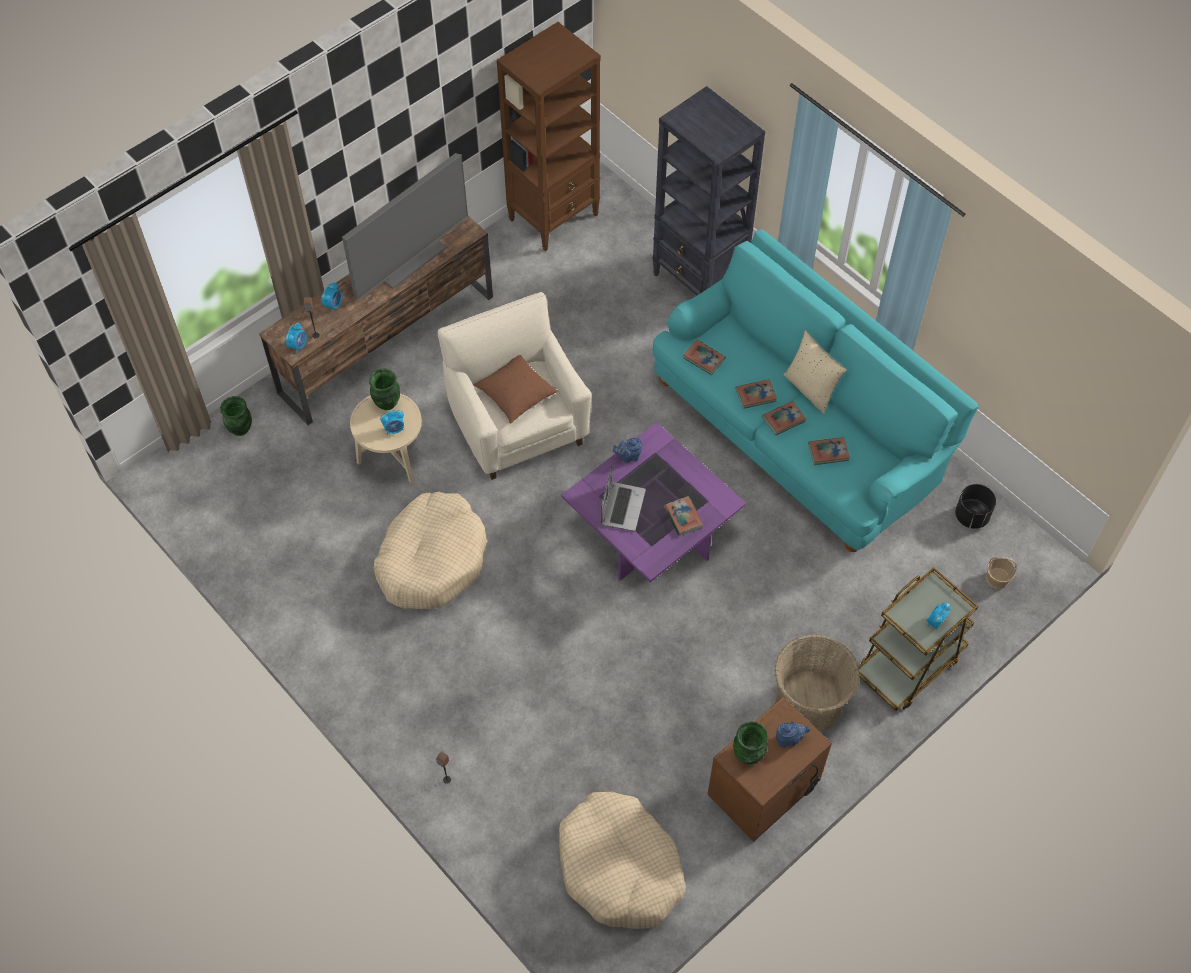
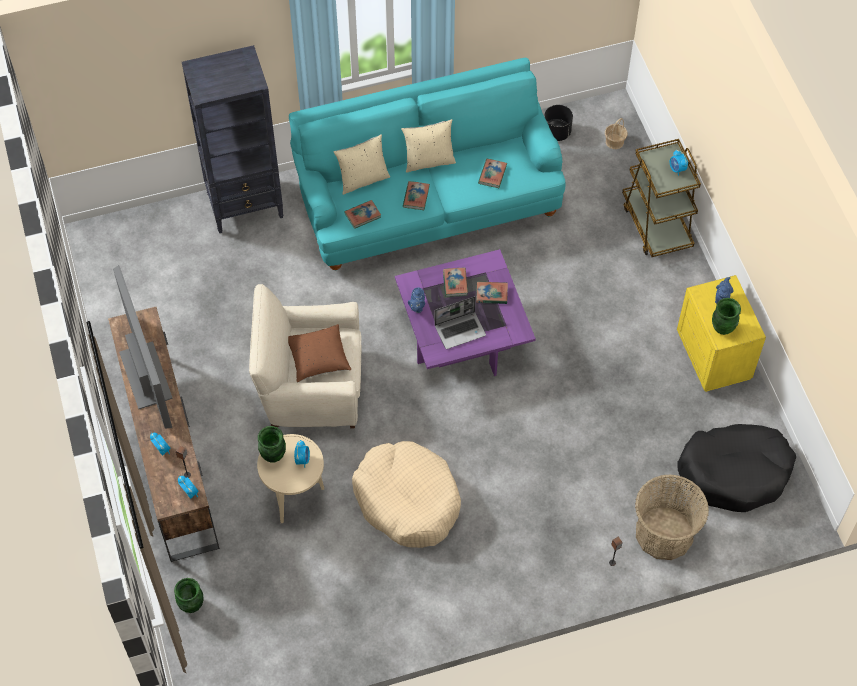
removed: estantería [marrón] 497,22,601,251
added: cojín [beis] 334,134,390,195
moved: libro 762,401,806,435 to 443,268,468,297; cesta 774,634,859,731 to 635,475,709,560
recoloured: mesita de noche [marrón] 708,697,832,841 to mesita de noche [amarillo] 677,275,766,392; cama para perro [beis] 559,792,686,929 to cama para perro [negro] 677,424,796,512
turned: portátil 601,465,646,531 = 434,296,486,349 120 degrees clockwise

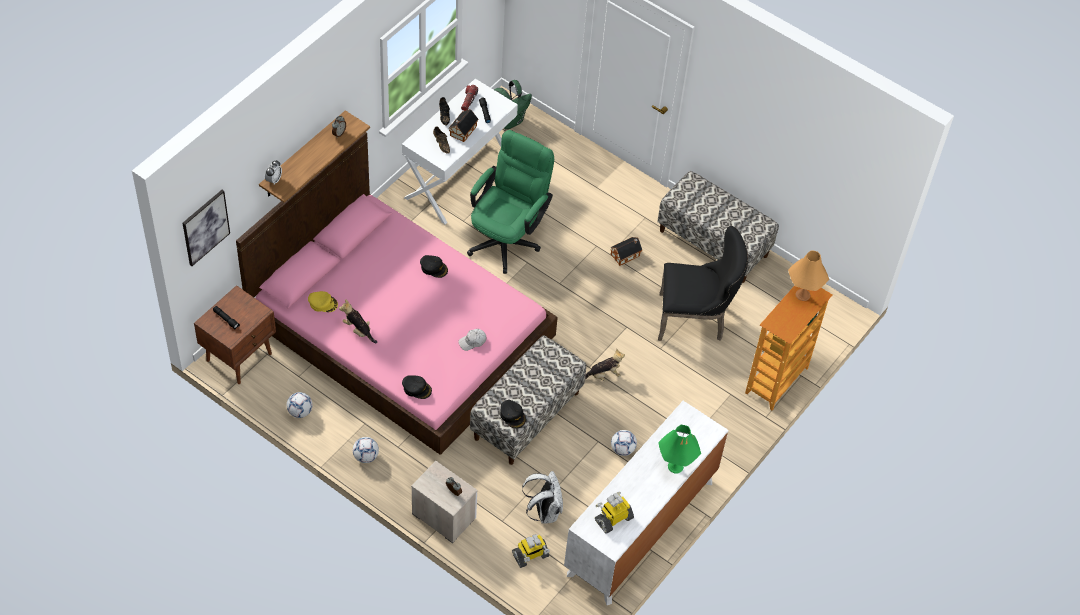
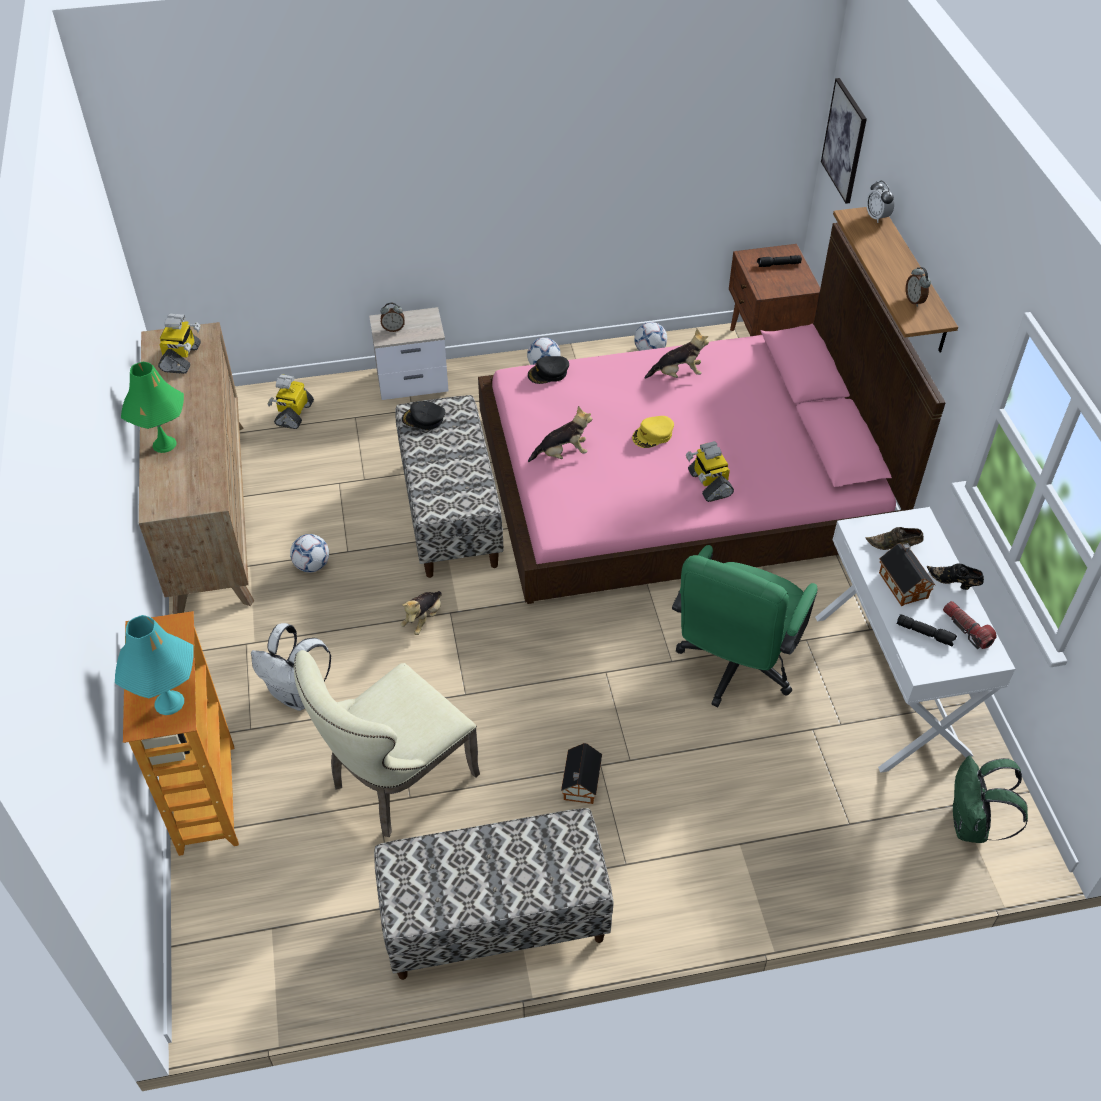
moved: mochila [blanco] 522,471,563,524 to 251,623,331,711; gorra [amarillo] 308,291,338,312 to 632,416,674,448
replaced: gorra [blanco] 458,329,486,351 to peluche 528,406,592,462; gorra [negro] 420,255,448,278 to robot de juguete 686,441,734,502
recoloured: lámpara de mesa [naranja] 788,251,829,301 to lámpara de mesa [turquesa] 115,615,194,715; cómoda [blanco] 564,401,728,605 to cómoda [marrón] 139,322,254,614; silla [negro] 658,226,748,341 to silla [beis] 294,650,480,837
turned: silla de oficina [verde] 467,130,554,274 = 672,545,817,707 45 degrees clockwise

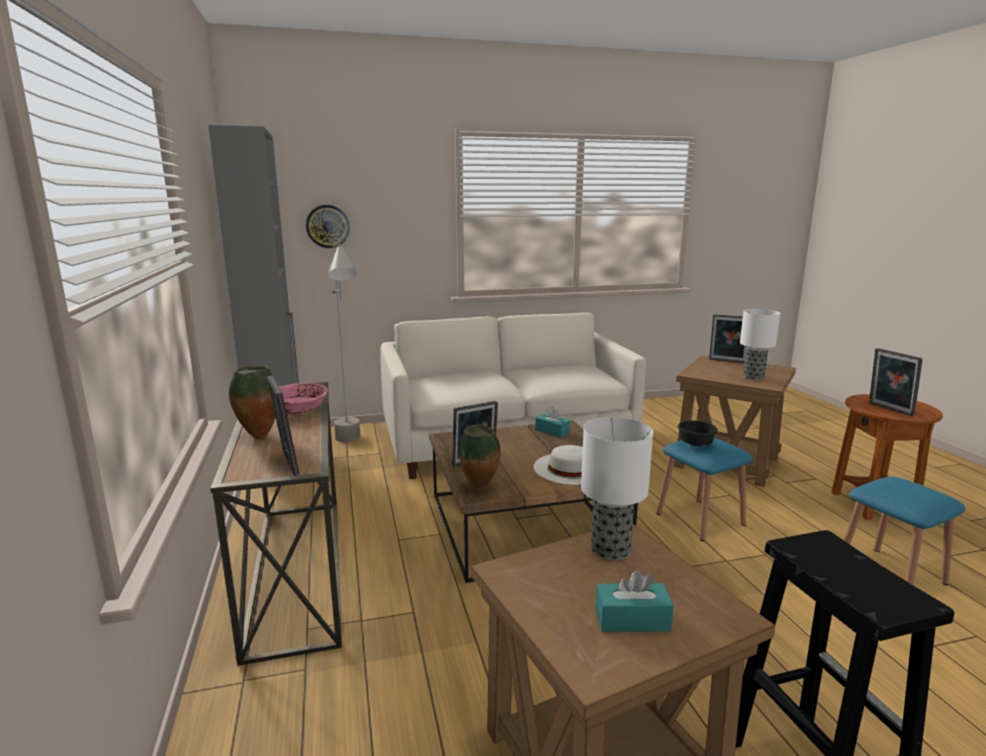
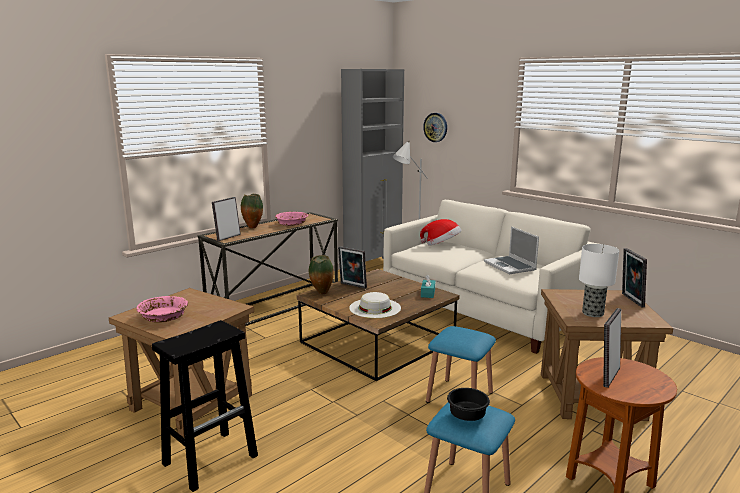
removed: lámpara de mesa 581,417,653,560
added: sombrero 420,219,461,246; portátil 484,226,539,274
moved: cuenco [negro] 678,420,718,446 to 447,388,490,421
replaced: caja de pañuelos [turquesa] 596,570,674,632 to cuenco [rosa] 136,296,188,322

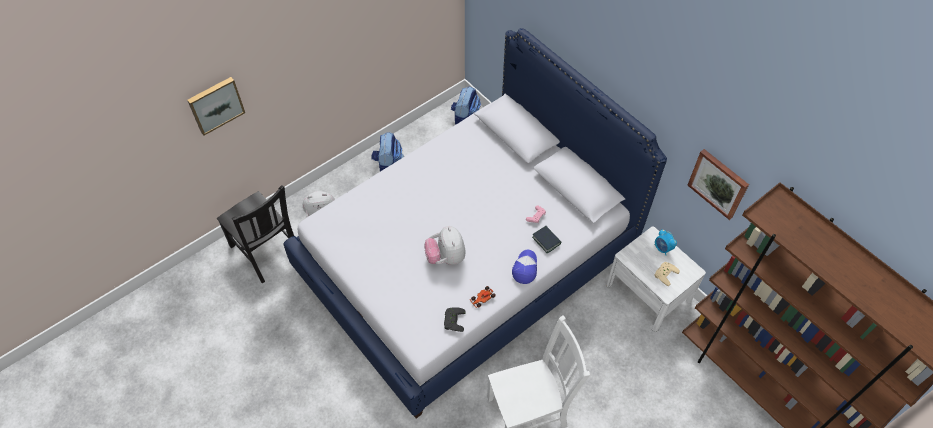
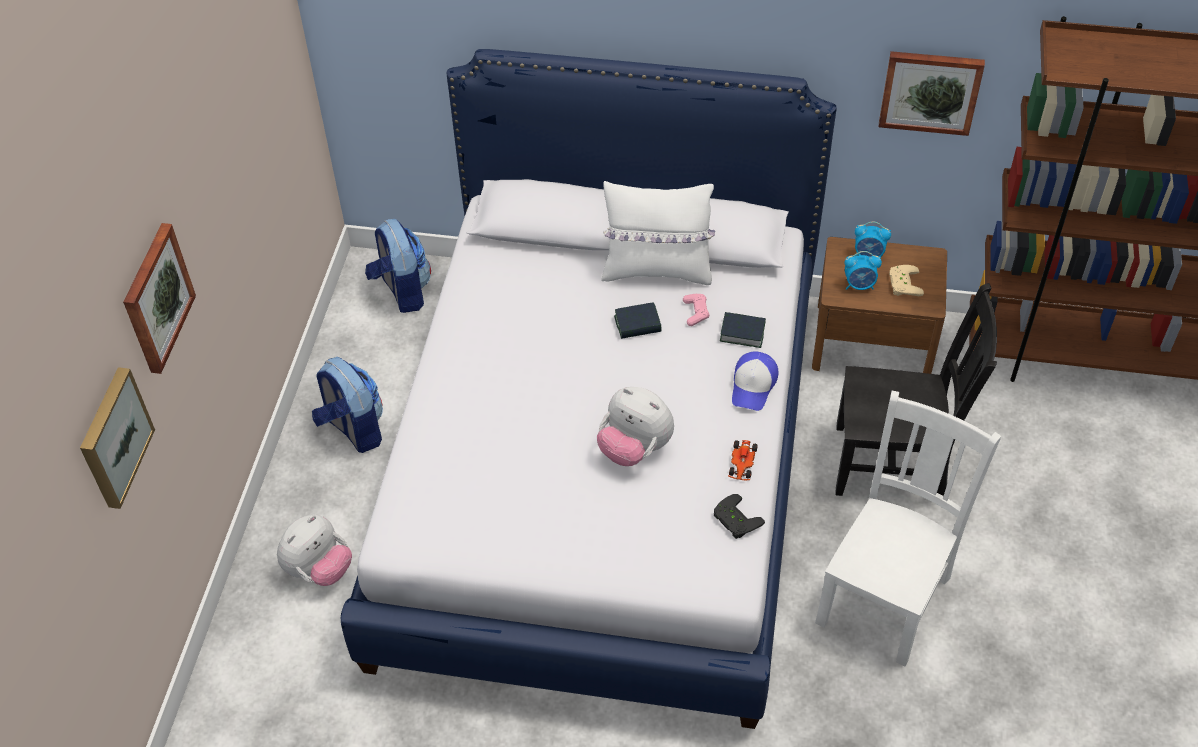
added: cuadro 123,223,196,374; cojín [blanco] 601,181,715,285; libro 614,302,662,339; despertador 844,251,882,290
moved: silla [negro] 217,185,294,283 to 836,283,997,496
recoloured: mesita de noche [blanco] 606,226,706,332 to mesita de noche [marrón] 812,237,947,374
turned: gorra 512,250,537,284 = 732,351,779,411 135 degrees counterclockwise

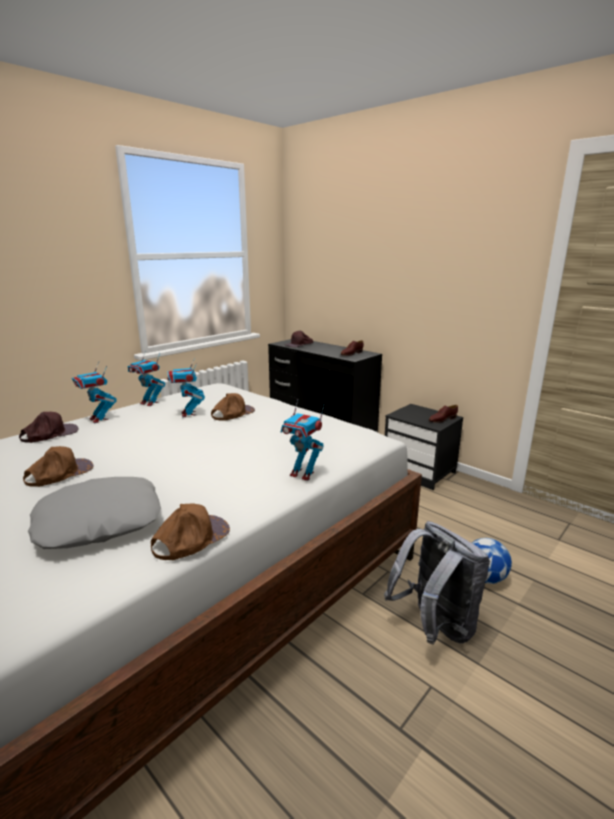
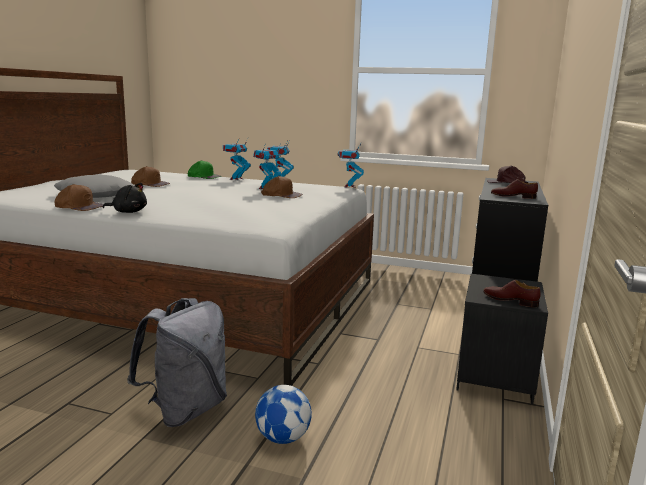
added: peluche [negro] 103,183,147,213
moved: robot de juguete 281,400,324,481 to 337,144,364,188
recoloured: gorra [marrón] 19,412,79,443 to gorra [verde] 188,161,222,179

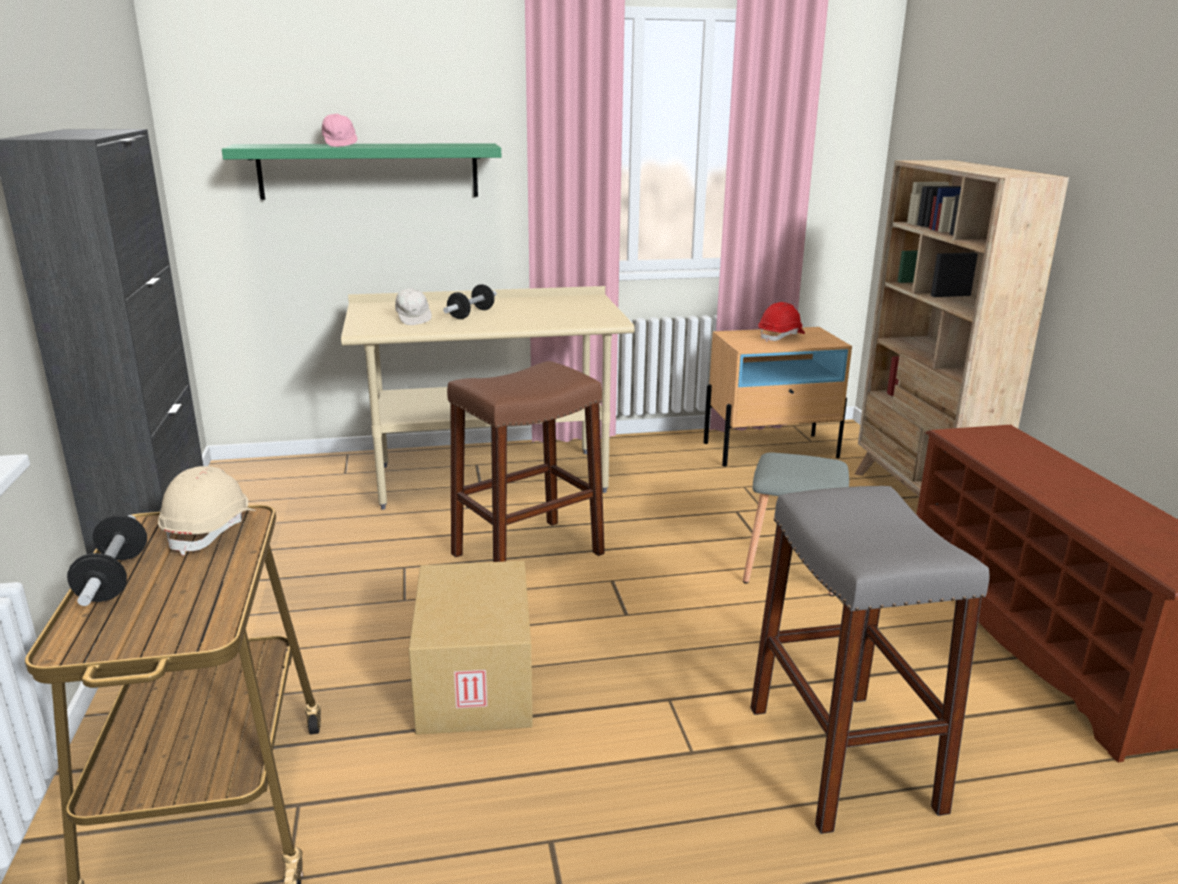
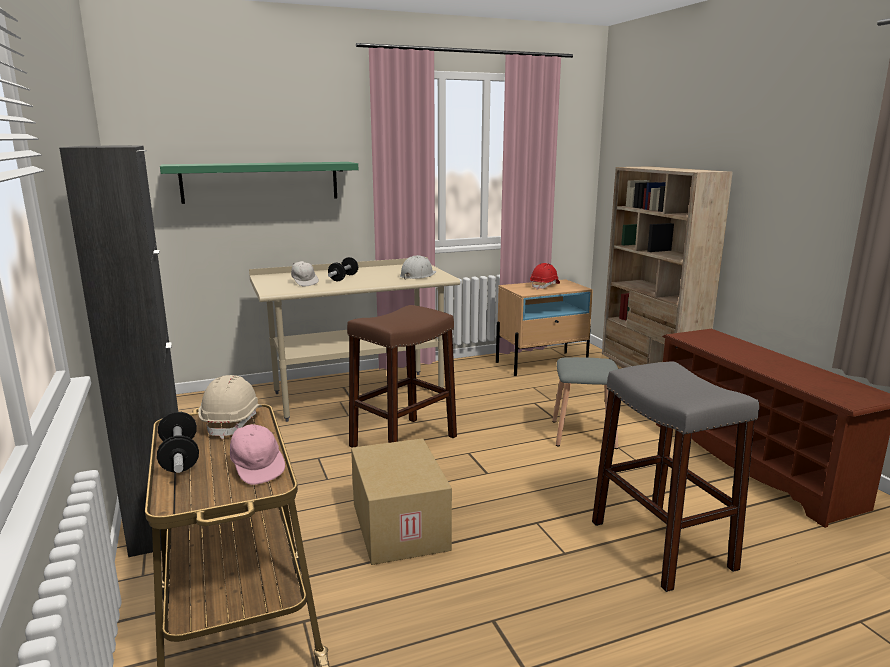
added: casco [blanco] 400,255,436,279
moved: gorra [rosa] 322,114,357,147 to 230,423,285,485

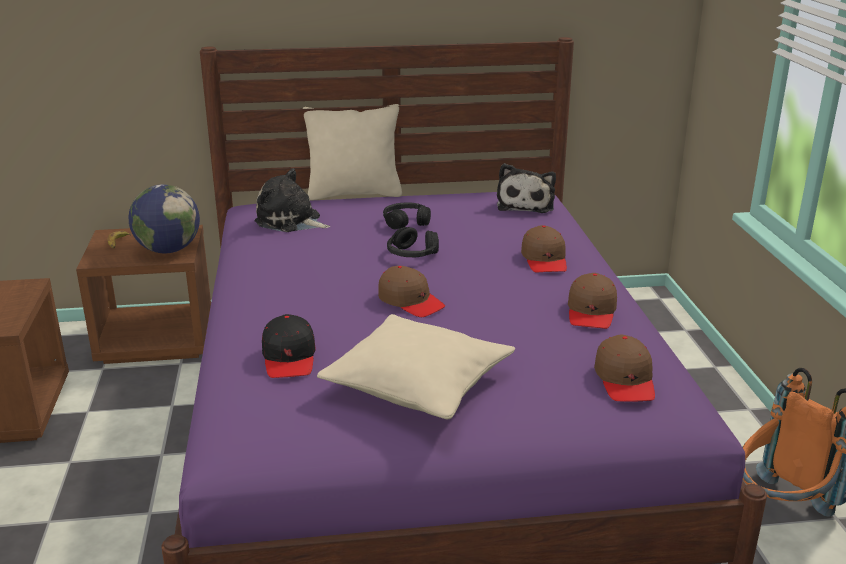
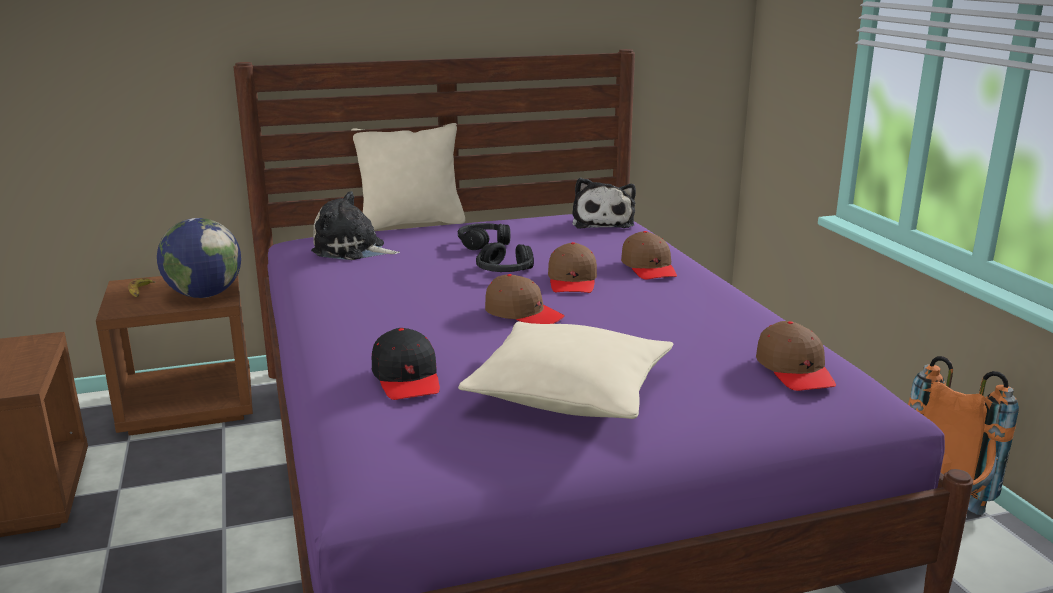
moved: gorra [marrón] 568,273,617,329 to 548,242,597,293

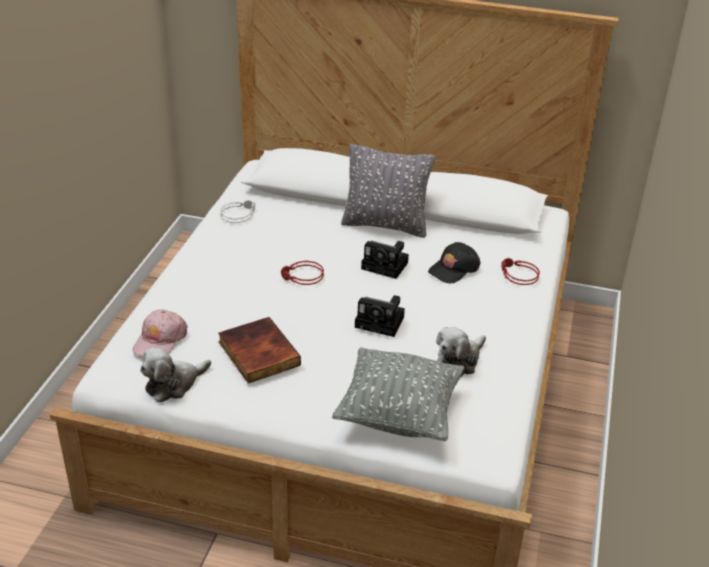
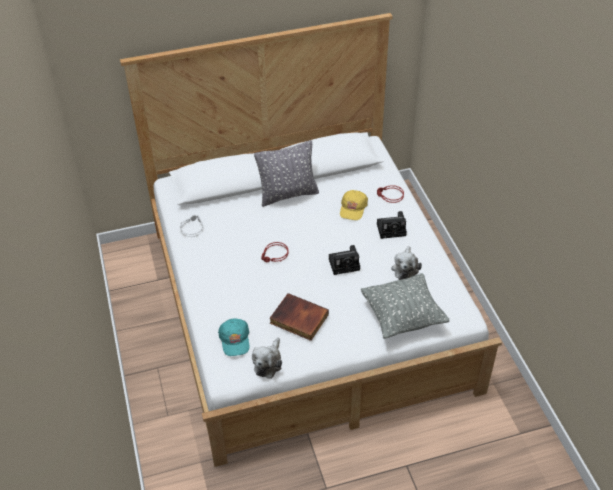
moved: cámara 361,241,409,279 to 377,211,407,239
recoloured: gorra [rosa] 132,309,188,356 to gorra [turquesa] 218,319,249,356; gorra [negro] 428,242,481,283 to gorra [amarillo] 340,190,368,220

